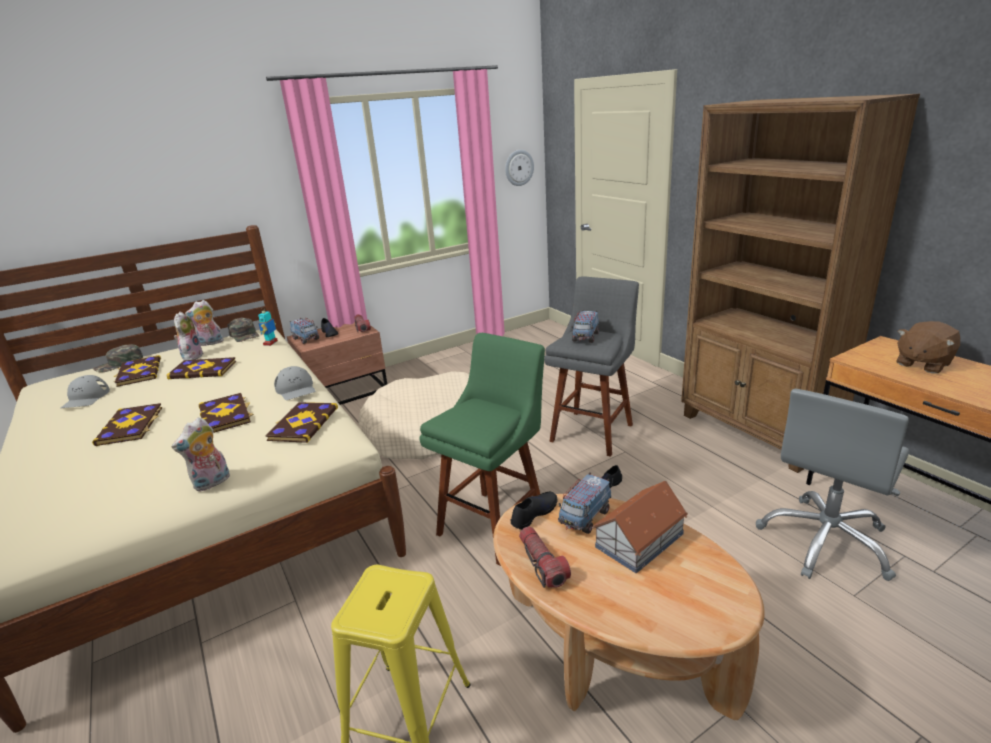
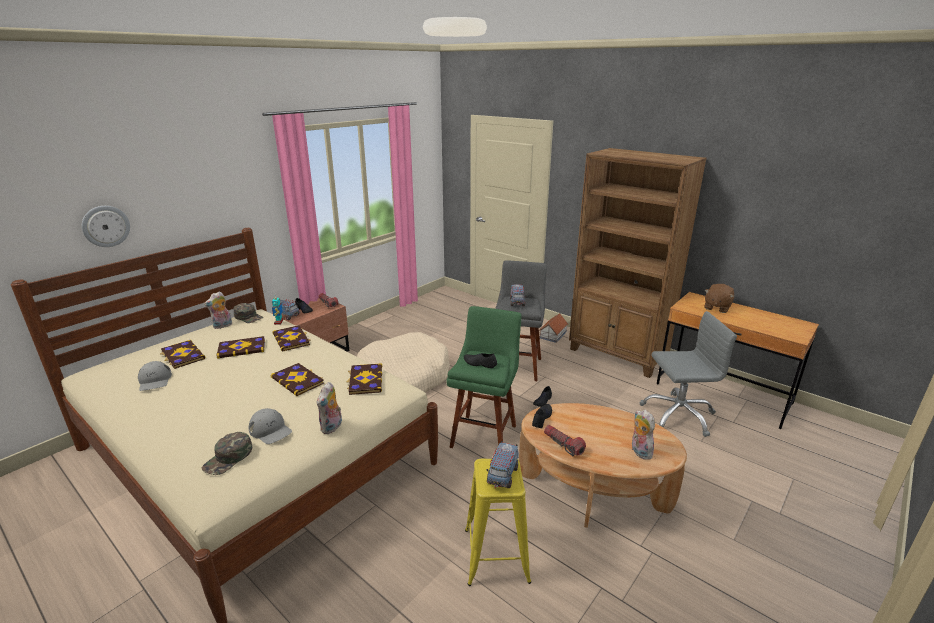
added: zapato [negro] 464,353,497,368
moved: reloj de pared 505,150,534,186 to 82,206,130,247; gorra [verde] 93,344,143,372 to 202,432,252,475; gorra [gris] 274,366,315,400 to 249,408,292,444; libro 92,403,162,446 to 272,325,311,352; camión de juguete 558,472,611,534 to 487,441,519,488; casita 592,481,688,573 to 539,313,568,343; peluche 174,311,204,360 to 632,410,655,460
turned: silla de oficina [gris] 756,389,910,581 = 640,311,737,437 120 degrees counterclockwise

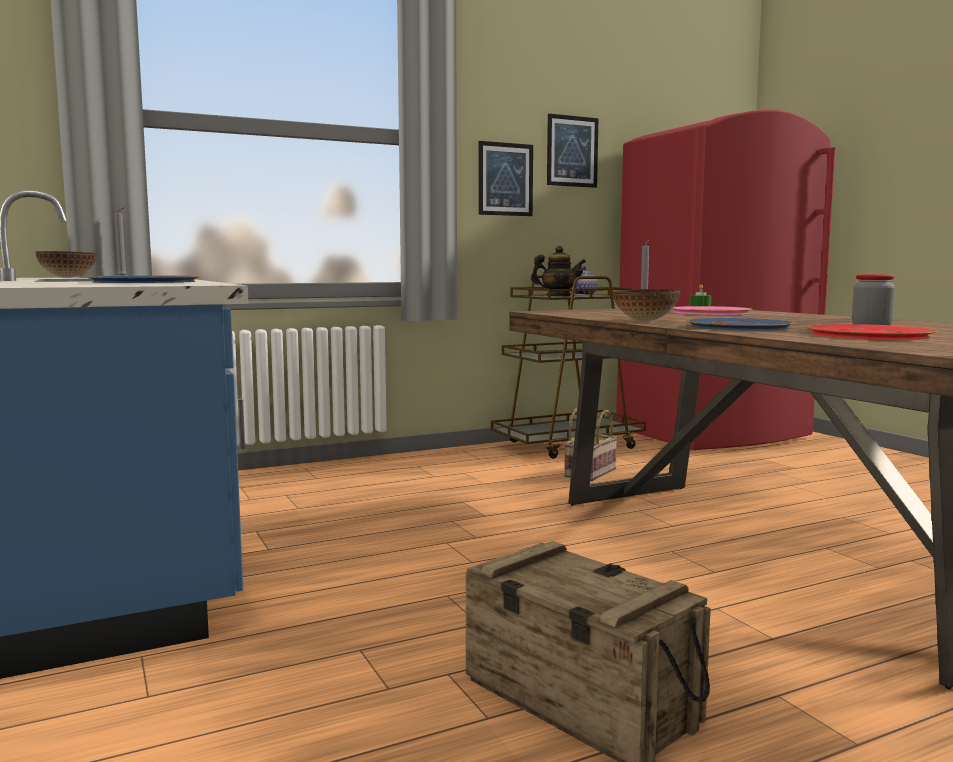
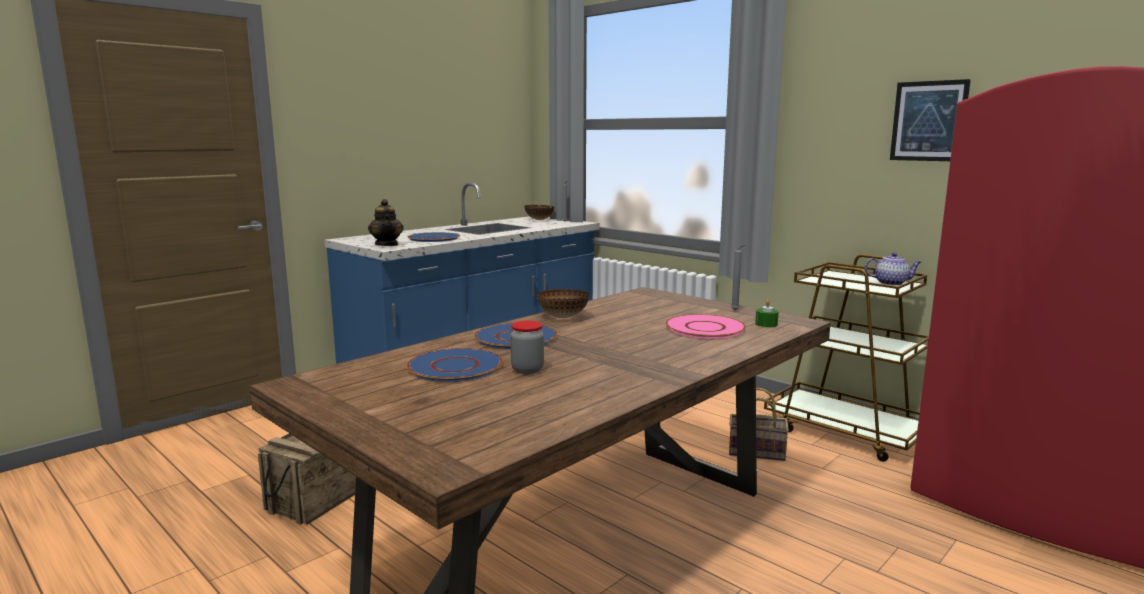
removed: cuadro 478,141,533,216
moved: tetera 531,246,586,296 to 368,199,404,246
recoloured: plato [rojo] 806,324,938,340 to plato [azul] 407,348,503,382

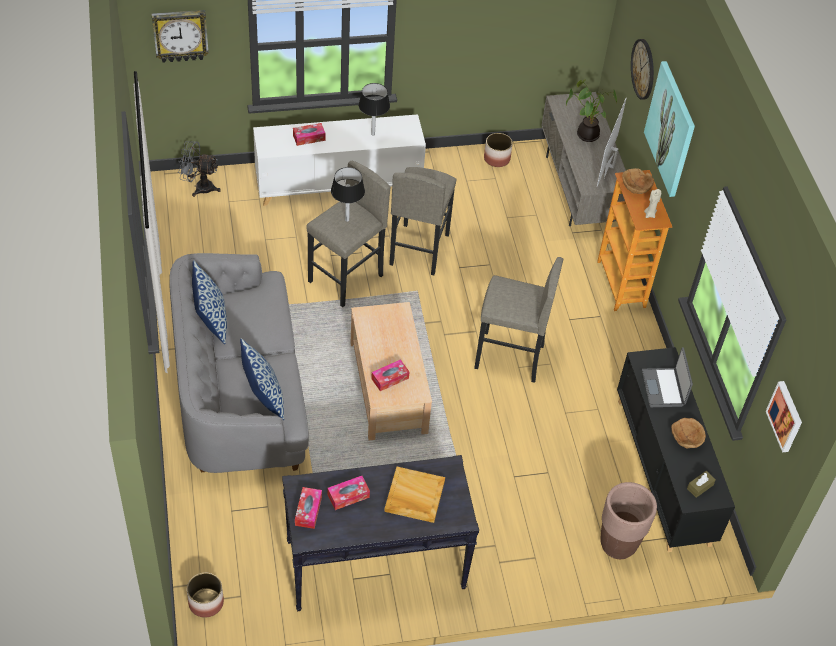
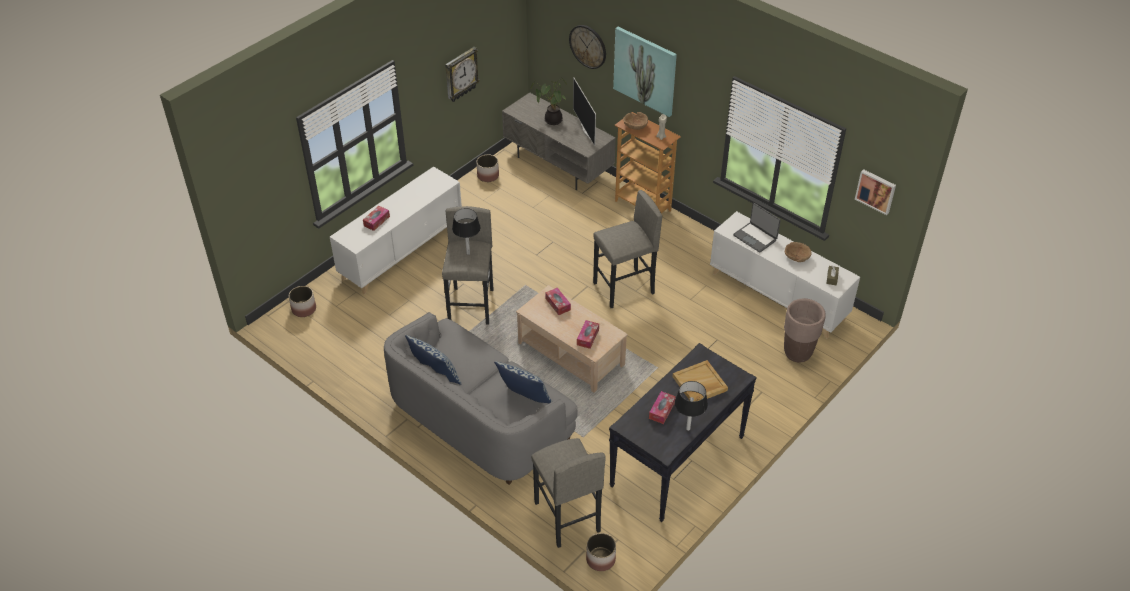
moved: reloj de pared 152,10,209,63 to 445,47,480,102; taburete [gris] 389,167,457,275 to 531,438,606,548; caja de pañuelos 295,487,322,529 to 545,288,571,315; lámpara de mesa [negro] 359,83,390,136 to 675,381,708,431
replaced: ventilador [gris] 178,141,221,197 to maceta 289,286,316,317
recoloured: armario [negro] 617,347,735,552 to armario [blanco] 710,211,860,338

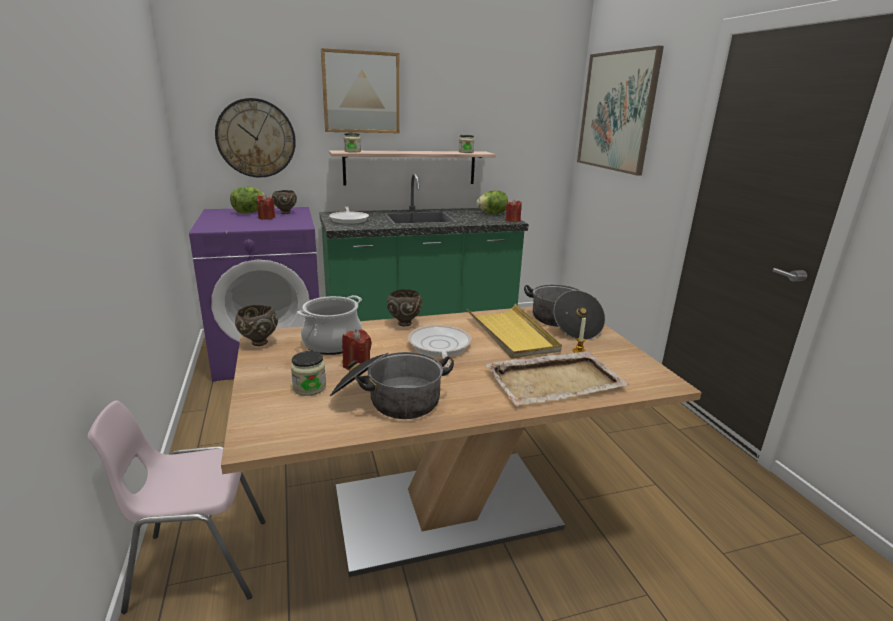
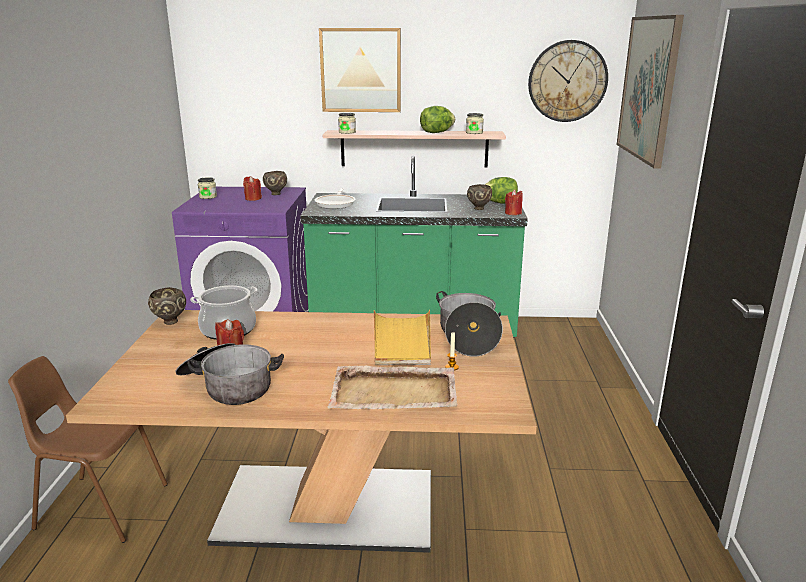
removed: sartén 408,325,472,368
moved: tarro 291,351,326,396 to 198,177,217,199; lechuga 230,187,267,213 to 420,106,455,133; cuenco [marrón] 387,289,422,327 to 467,184,492,210; reloj de pared 215,98,296,178 to 528,40,608,122
recoloured: silla [rosa] 87,400,265,614 to silla [marrón] 8,356,168,543

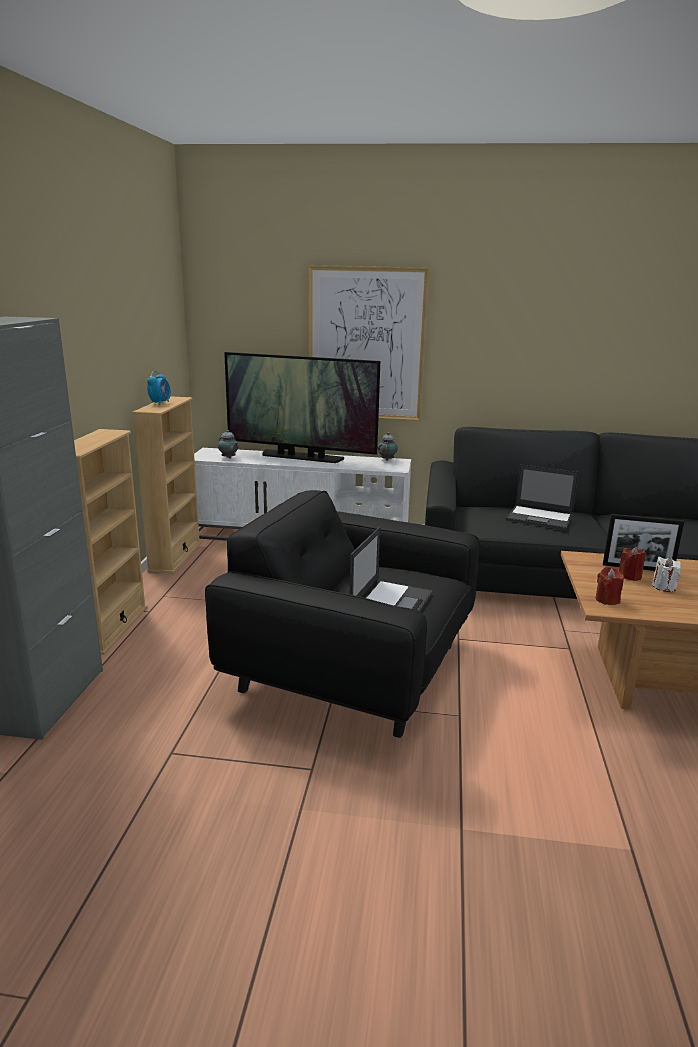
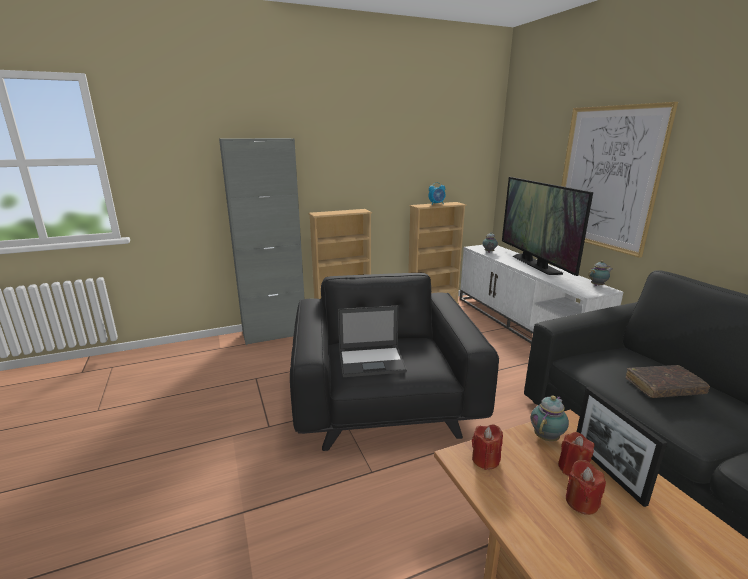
added: tetera 531,395,569,441
replaced: portátil 506,464,579,530 to libro [marrón] 626,365,710,398
recoloured: vela [blanco] 652,557,681,592 to vela [rojo] 566,460,606,515

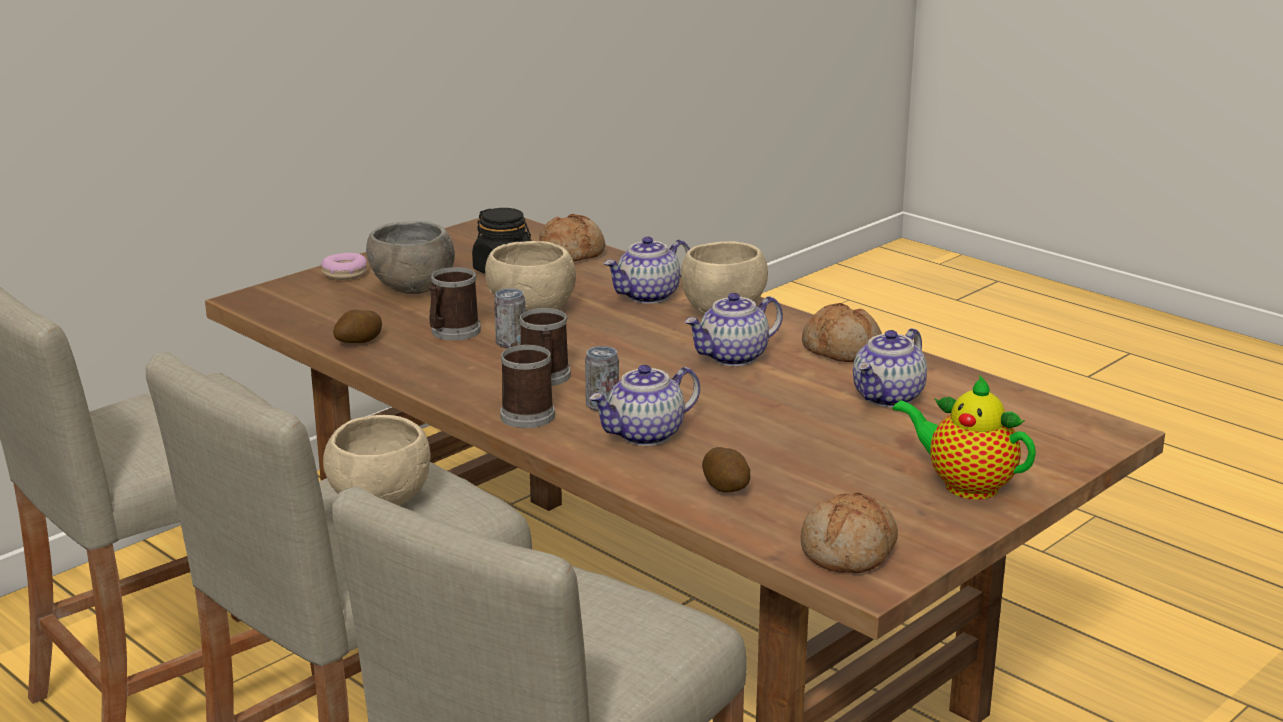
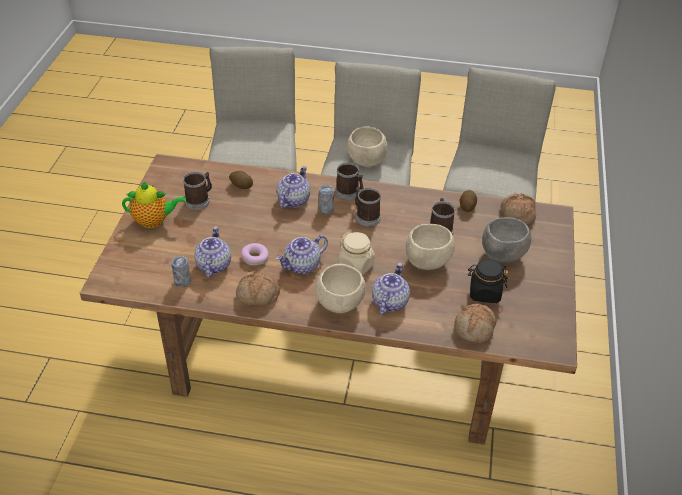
added: taza grande 183,172,212,210; tarro [beis] 338,232,375,275
moved: lata 494,288,525,348 to 171,256,191,287; rosquilla 321,253,367,280 to 241,243,269,266; pan 800,492,898,573 to 501,193,536,226
turned: tetera 684,293,783,366 = 276,235,328,274 150 degrees counterclockwise

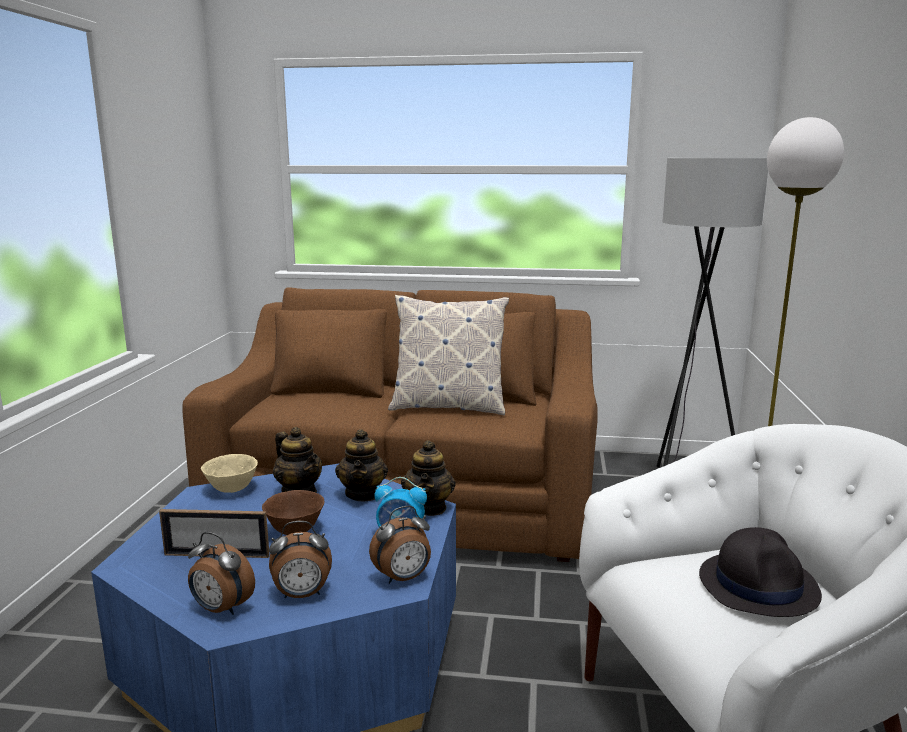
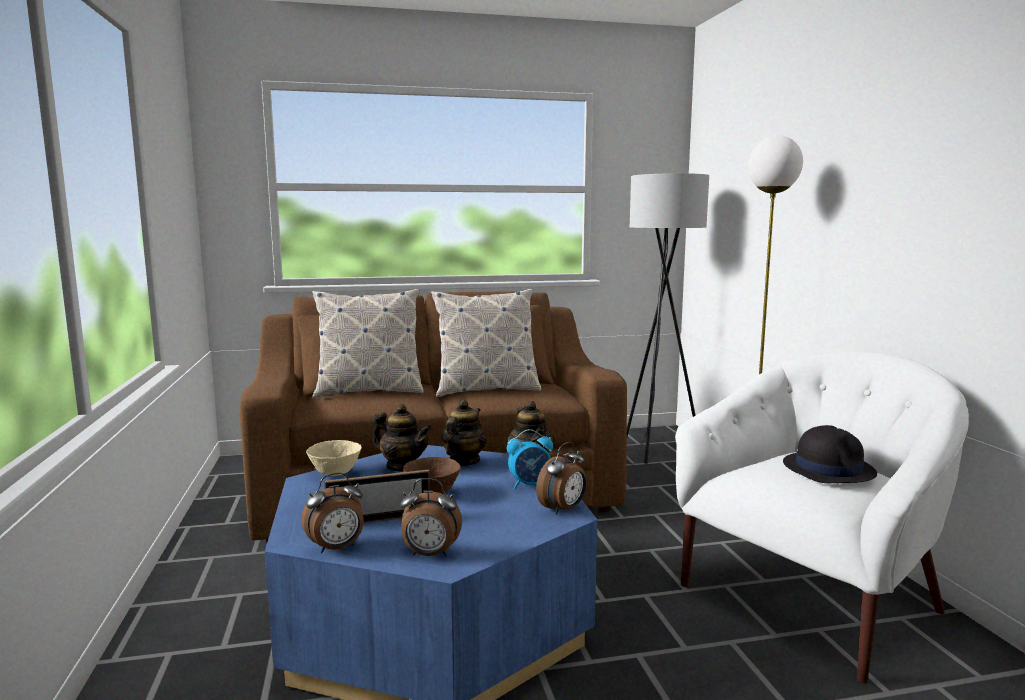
added: cojín 312,289,424,398
moved: despertador 269,521,332,598 to 301,473,364,553
turned: tetera 335,429,388,501 = 441,399,487,466 135 degrees counterclockwise

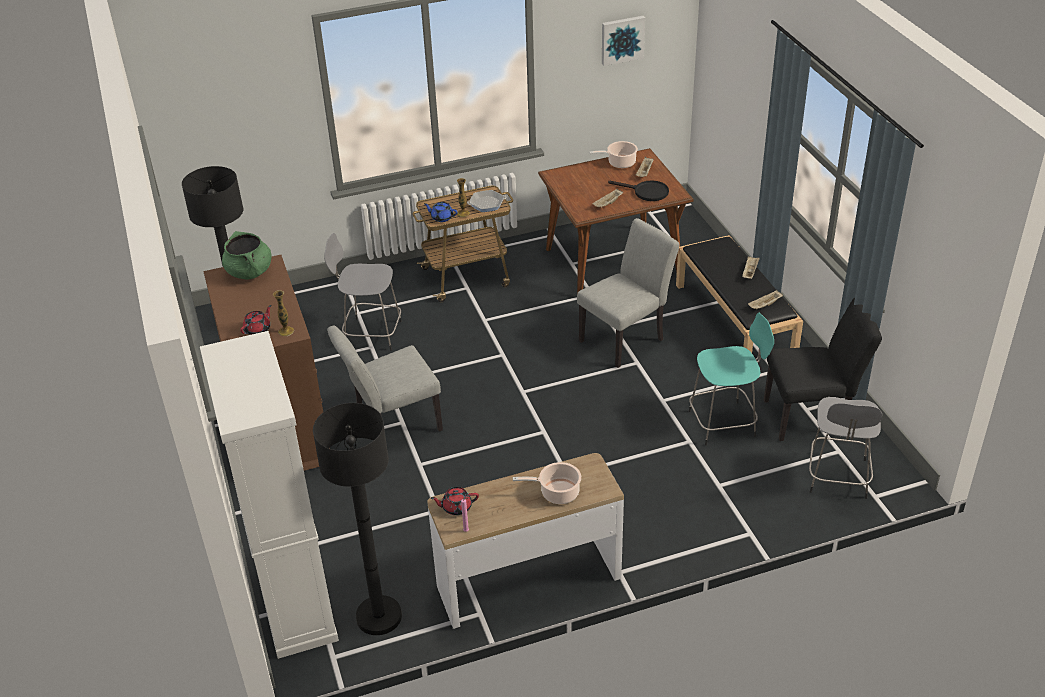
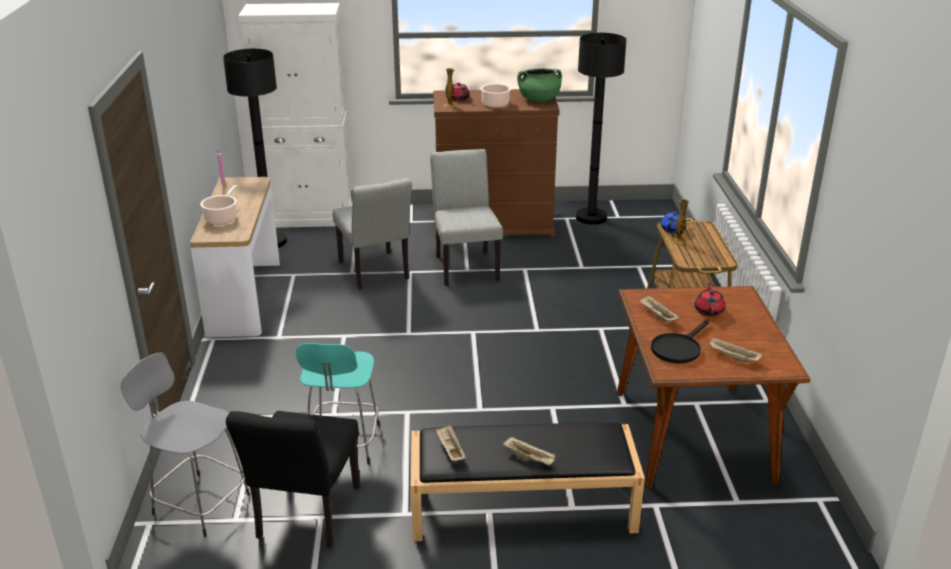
removed: taburete [gris] 324,233,402,351; sartén 467,190,506,212; cuadro 602,16,645,66
moved: silla [gris] 577,218,680,368 to 333,178,412,289; olla 589,141,638,168 to 480,77,511,108; tetera [rojo] 430,487,479,515 to 695,283,725,316

